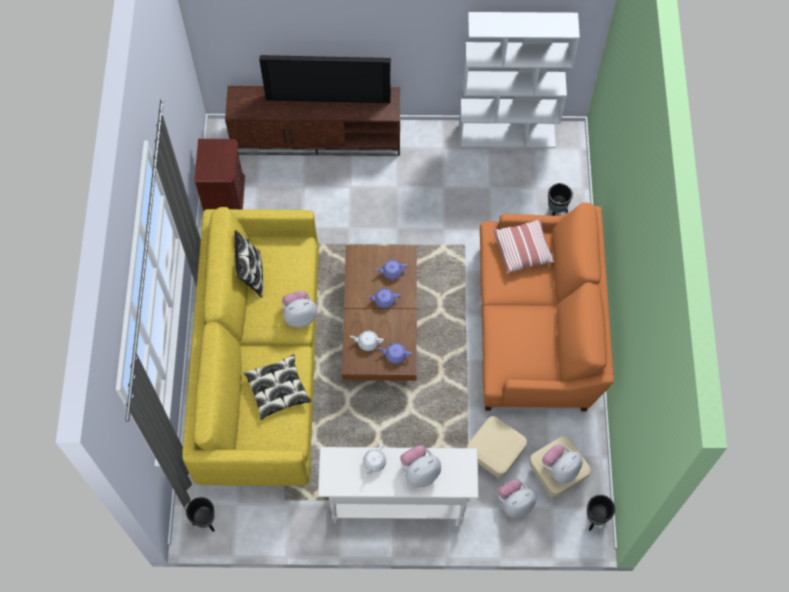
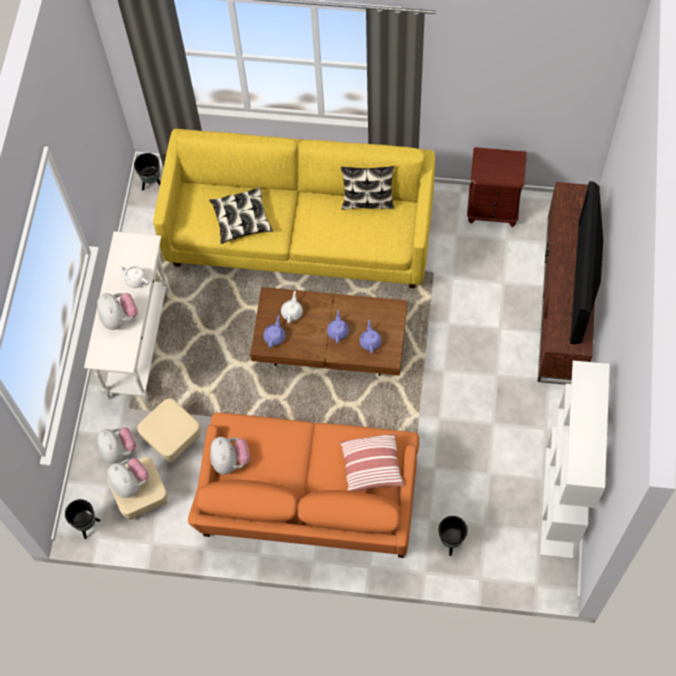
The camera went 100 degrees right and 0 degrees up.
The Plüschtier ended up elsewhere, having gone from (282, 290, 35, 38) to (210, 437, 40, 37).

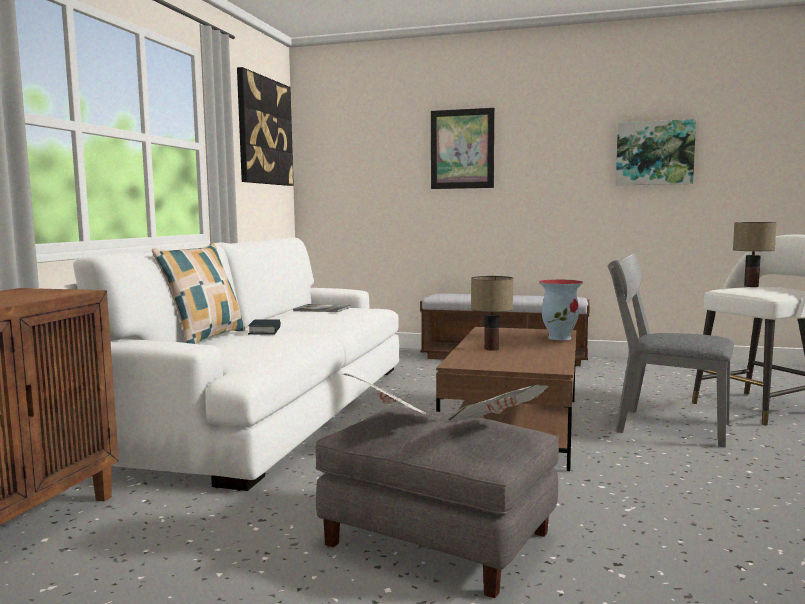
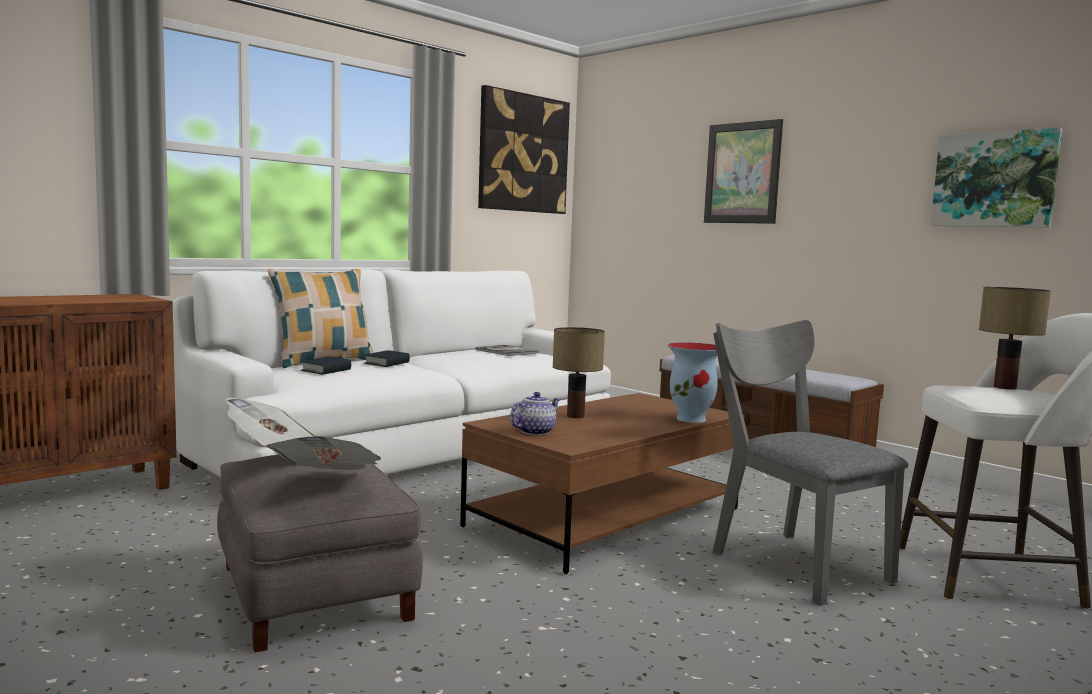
The camera went 30 degrees right and 0 degrees up.
The second view gained the Buch at (301, 356, 50, 19).
The second view gained the Teekanne at (510, 392, 50, 43).

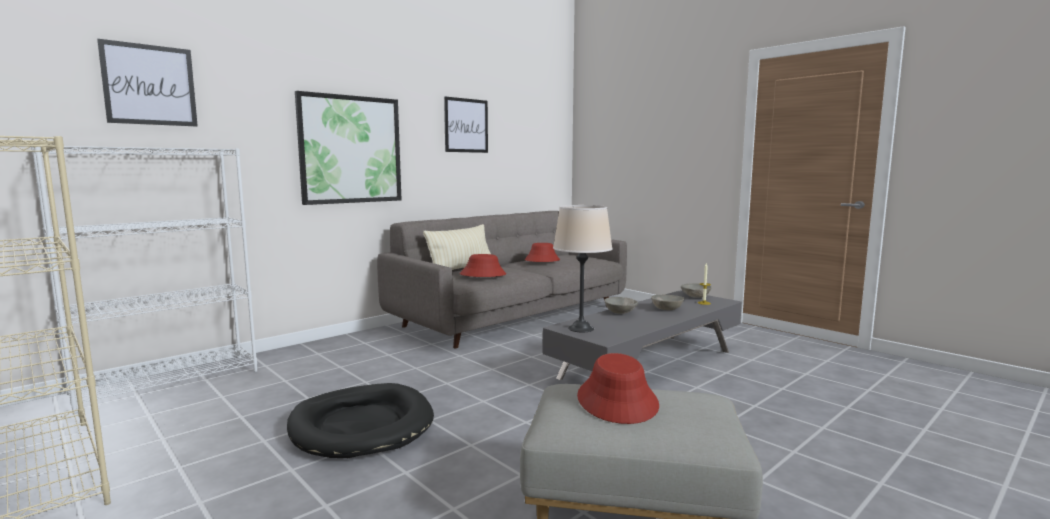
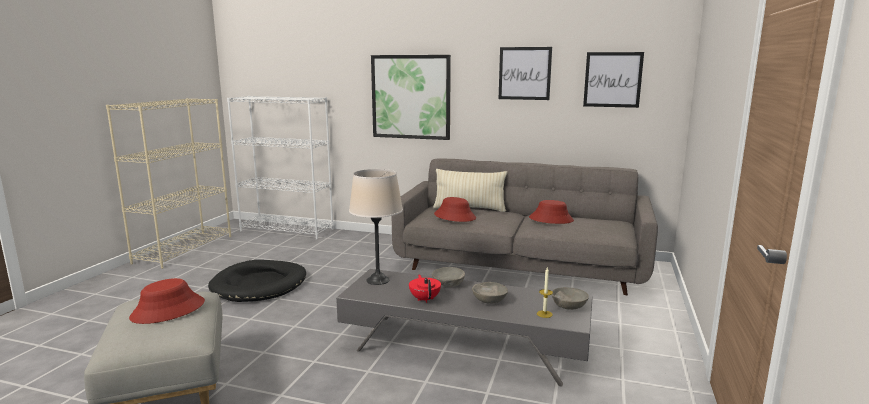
The camera went 60 degrees right and 5 degrees up.
The second view gained the Teekanne/rot at (409, 274, 32, 29).
The Bild ended up elsewhere, having gone from (97, 39, 101, 88) to (583, 52, 61, 56).

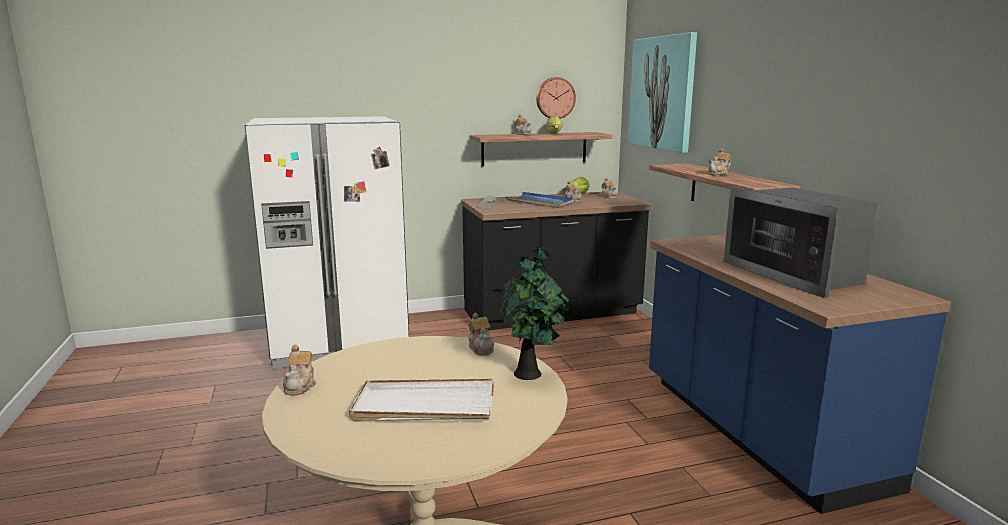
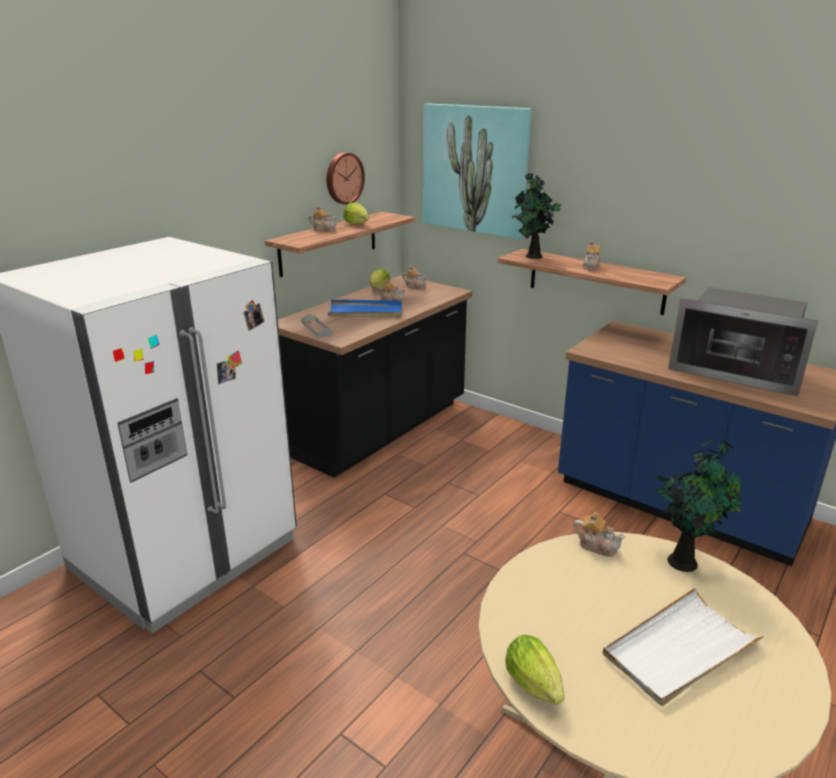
The camera went 35 degrees left and 10 degrees up.
Where the Teekanne stood at (283, 345, 33, 50), the Salatkopf came to stand at (505, 635, 59, 70).
The second view gained the Topfpflanze at (511, 173, 51, 86).

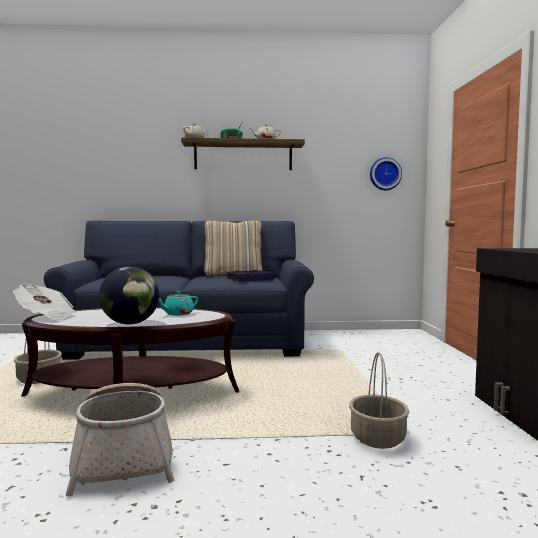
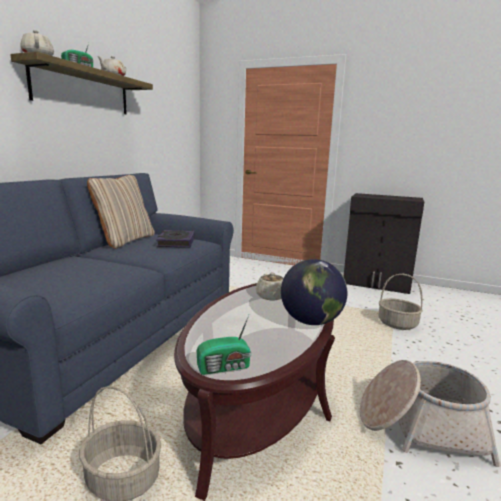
The camera went 65 degrees left and 10 degrees up.
Where the Zeitung stood at (13, 284, 64, 37), the Radio came to stand at (197, 313, 54, 62).
What was the Teekanne/türkis at (159, 291, 39, 25) turned into the Teekanne/beige at (256, 272, 28, 28).
The second view lost the Wanduhr at (370, 157, 32, 33).

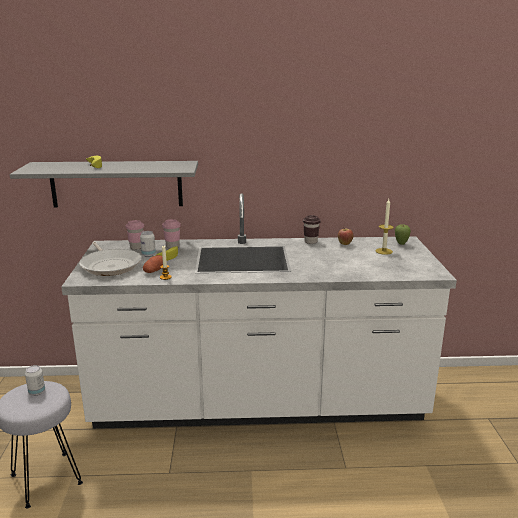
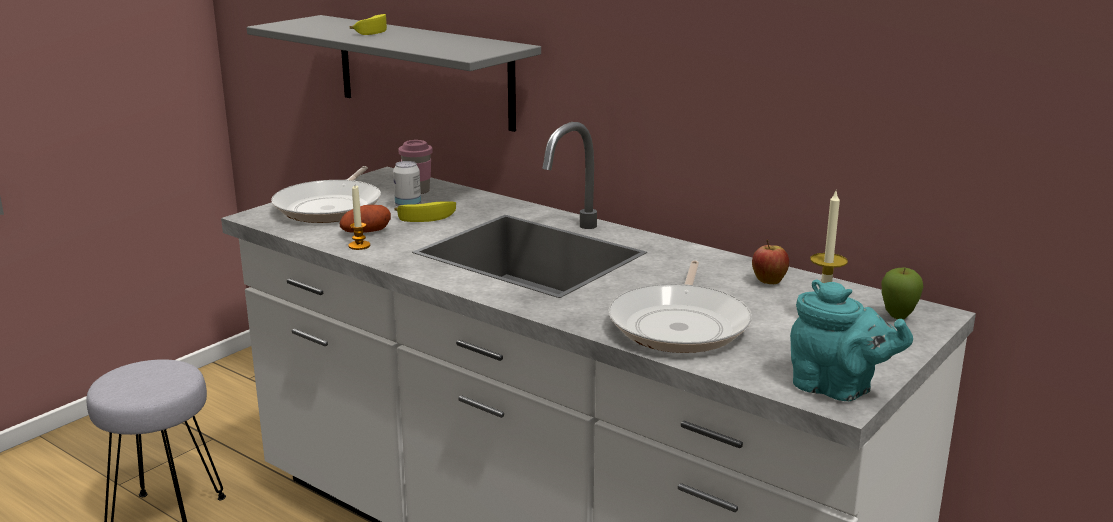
The camera went 40 degrees right and 0 degrees up.
The second view gained the Pfanne at (608, 260, 144, 93).
The second view gained the Teekanne/türkis at (790, 279, 123, 122).
The second view lost the Dose at (25, 365, 20, 31).
The second view lost the Tasse/rosa at (162, 219, 19, 29).
The second view lost the Tasse/braun at (303, 215, 18, 29).

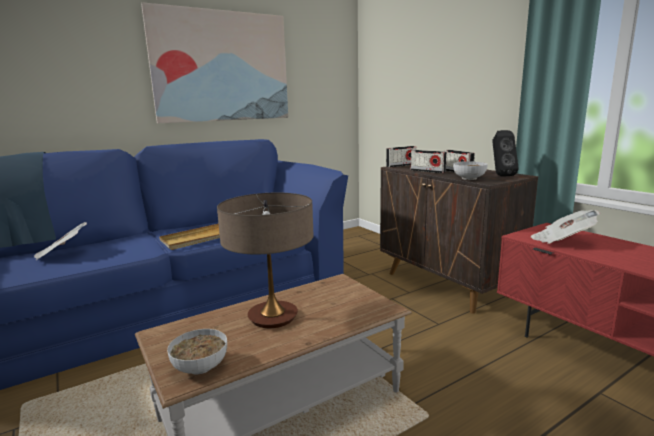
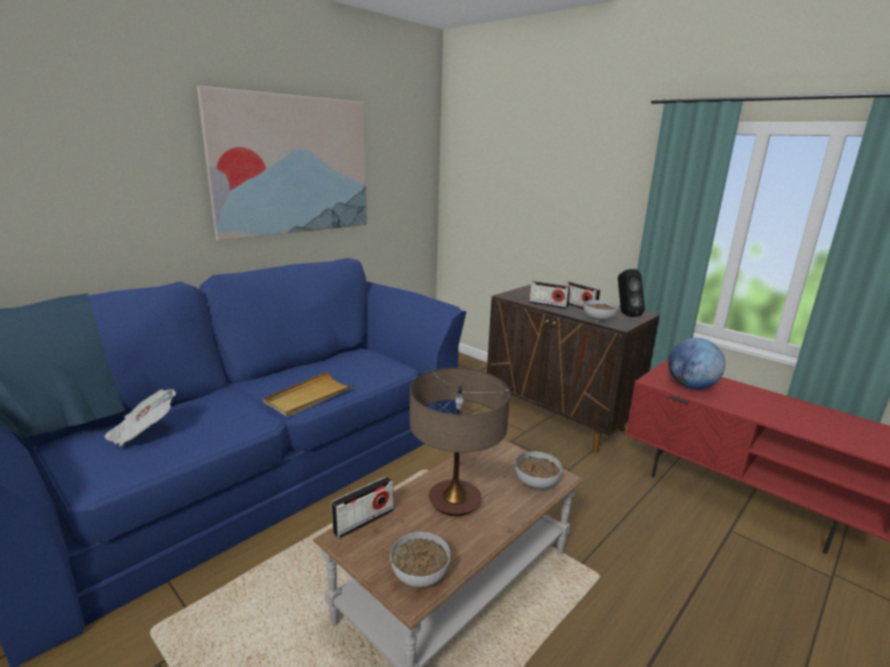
The camera went 15 degrees left and 5 degrees up.
The Radio ended up elsewhere, having gone from (386, 146, 30, 21) to (331, 476, 63, 63).
The second view gained the Schüssel at (515, 452, 47, 37).
Where the Zeitung stood at (531, 210, 70, 34), the Globus came to stand at (668, 338, 57, 51).

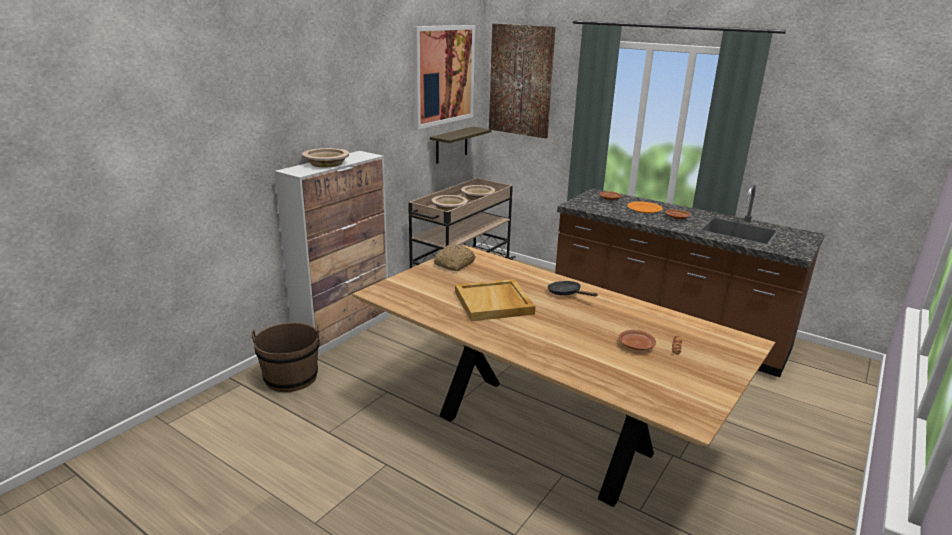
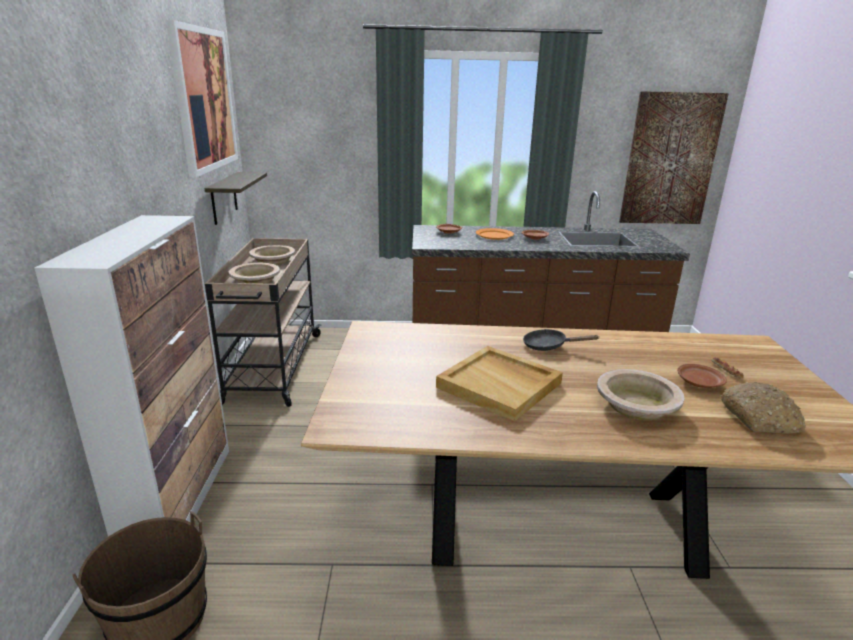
The camera went 35 degrees left and 0 degrees up.
The Schüssel/beige ended up elsewhere, having gone from (302, 148, 47, 19) to (597, 369, 88, 51).
The Bild ended up elsewhere, having gone from (489, 24, 67, 114) to (619, 91, 110, 133).
The Brot ended up elsewhere, having gone from (434, 244, 41, 27) to (721, 382, 85, 52).

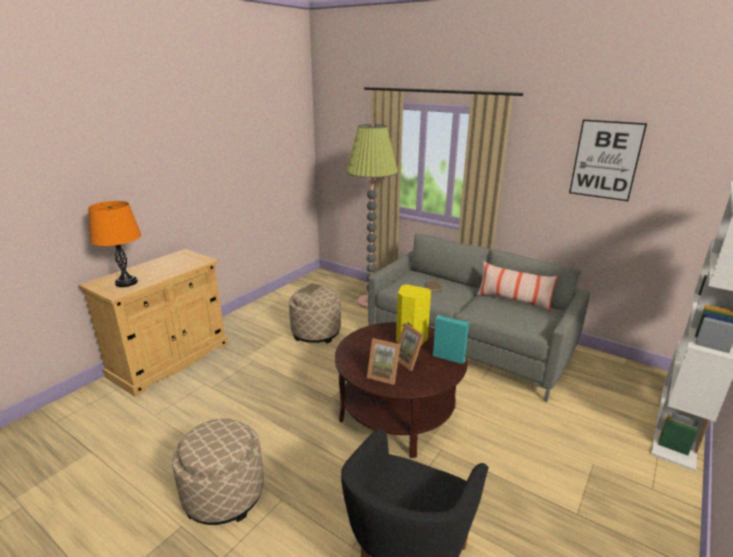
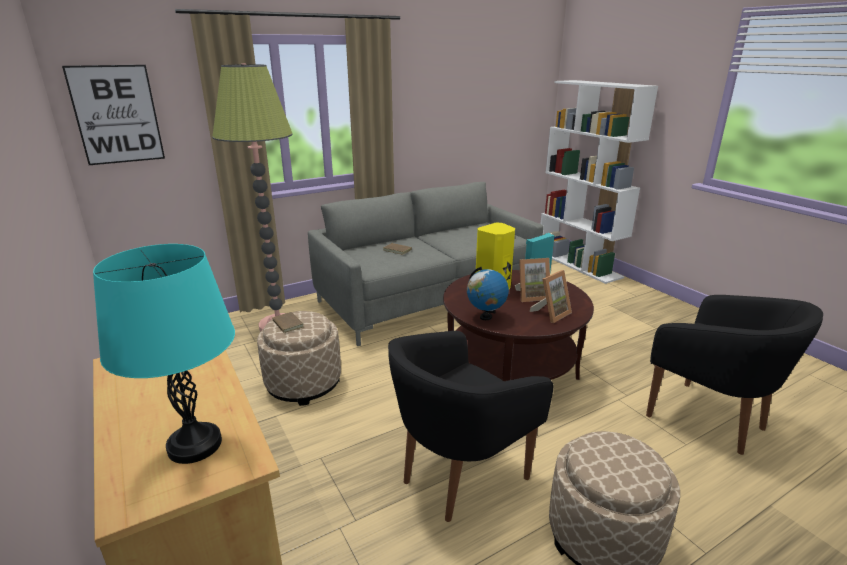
The camera went 65 degrees left and 0 degrees up.
The Bild ended up elsewhere, having gone from (569, 119, 78, 82) to (62, 65, 103, 100).
What was the Tischlampe/orange at (88, 201, 53, 86) turned into the Tischlampe/türkis at (93, 244, 142, 220).
The second view gained the Sessel/schwarz at (388, 331, 165, 191).
The second view gained the Globus at (467, 267, 42, 53).
The second view lost the Kissen at (477, 261, 81, 50).

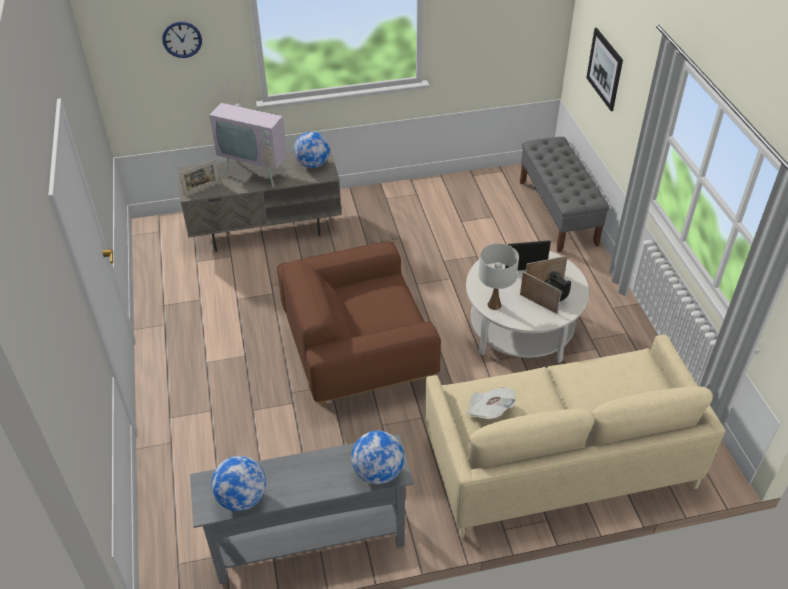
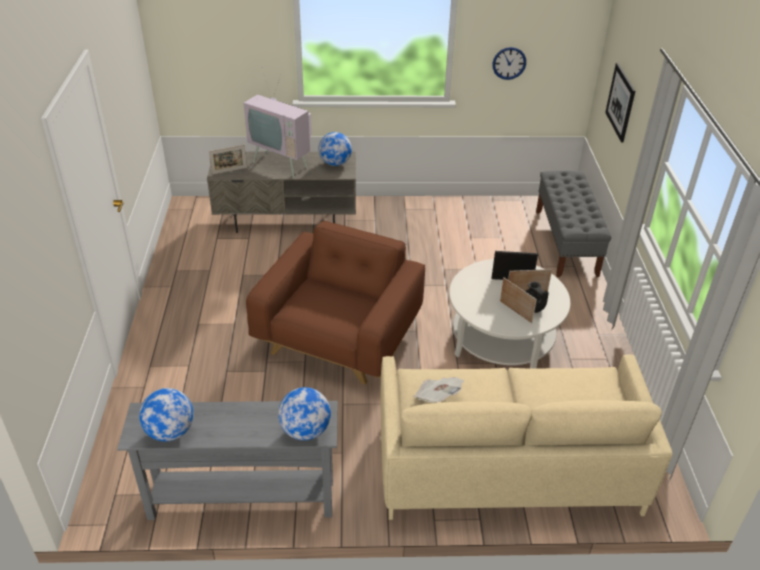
The camera went 10 degrees right and 5 degrees down.
The Sessel/braun at (277, 241, 164, 164) ended up facing another way, 120 degrees clockwise from before.
The Wanduhr ended up elsewhere, having gone from (162, 22, 40, 36) to (492, 47, 34, 33).
The second view lost the Tischlampe/weiß at (479, 243, 40, 67).

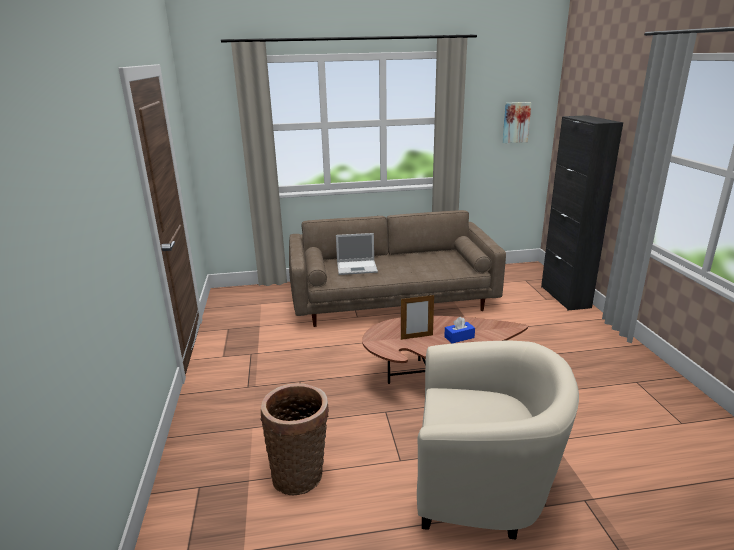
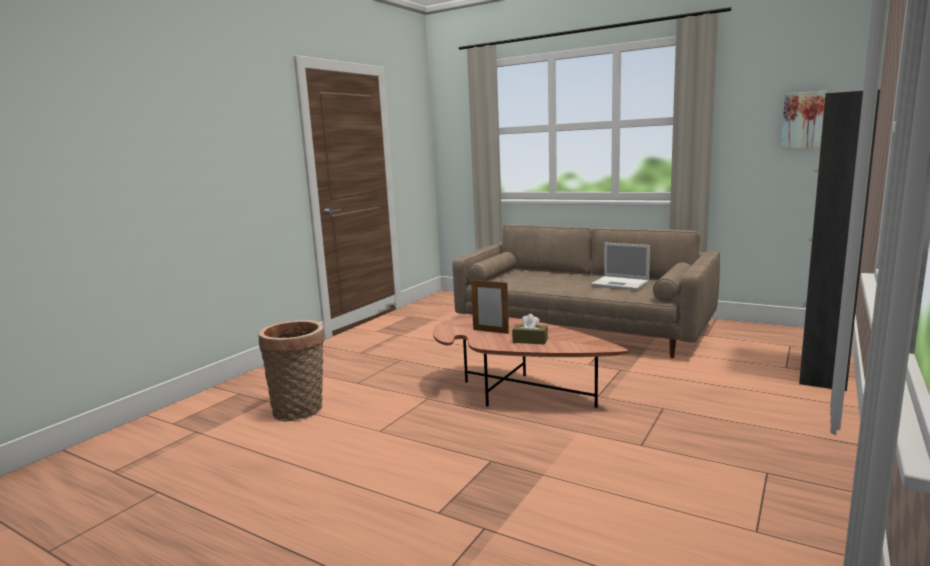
The camera went 40 degrees right and 10 degrees down.
What was the Taschentuchbox/blau at (444, 317, 31, 26) turned into the Taschentuchbox/braun at (512, 314, 36, 31).
The Laptop ended up elsewhere, having gone from (336, 233, 42, 42) to (591, 243, 59, 47).
The second view lost the Sessel/beige at (417, 341, 162, 199).

